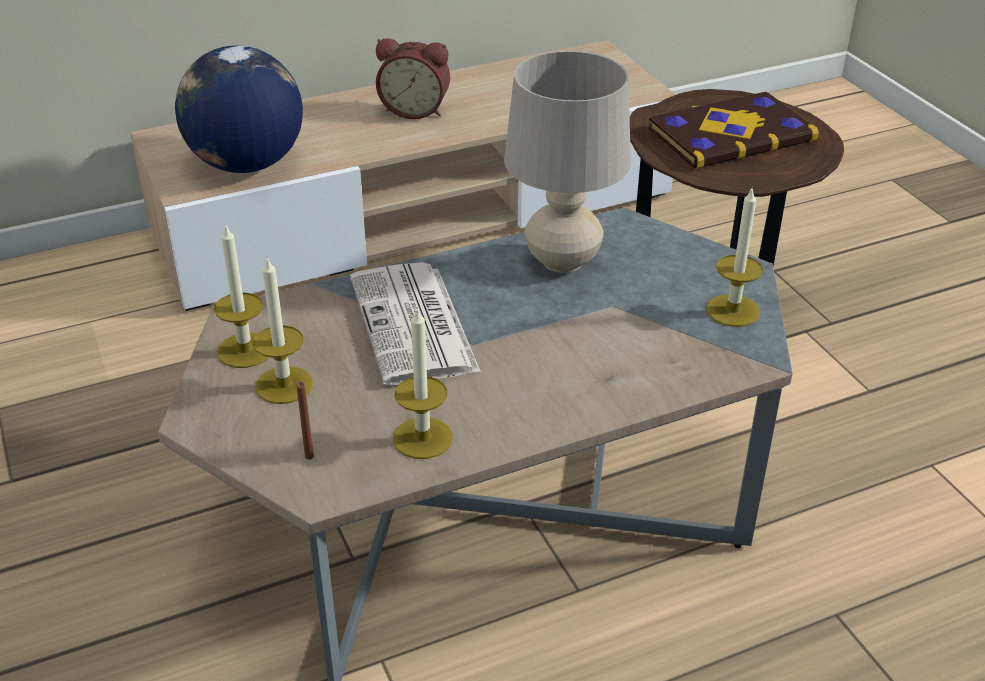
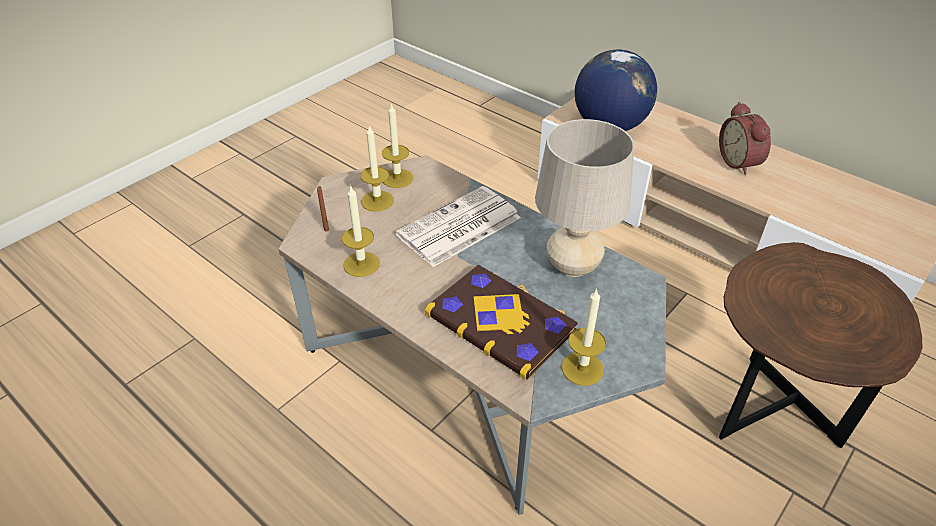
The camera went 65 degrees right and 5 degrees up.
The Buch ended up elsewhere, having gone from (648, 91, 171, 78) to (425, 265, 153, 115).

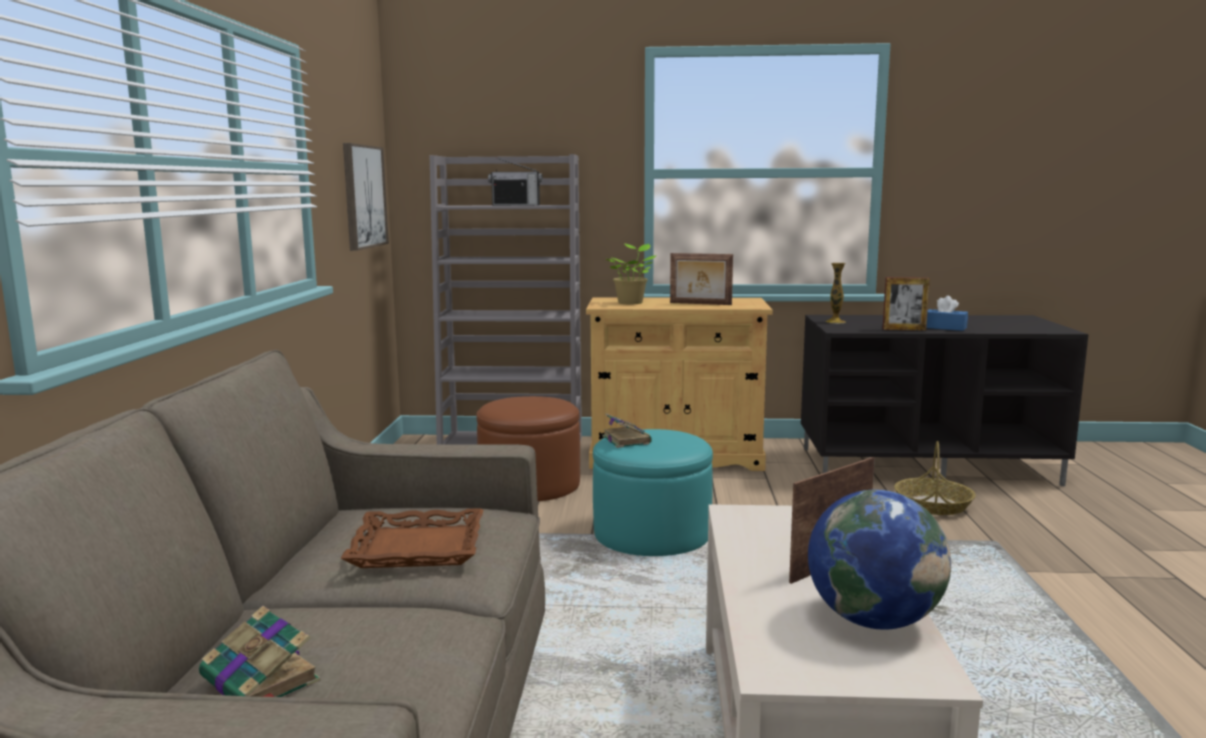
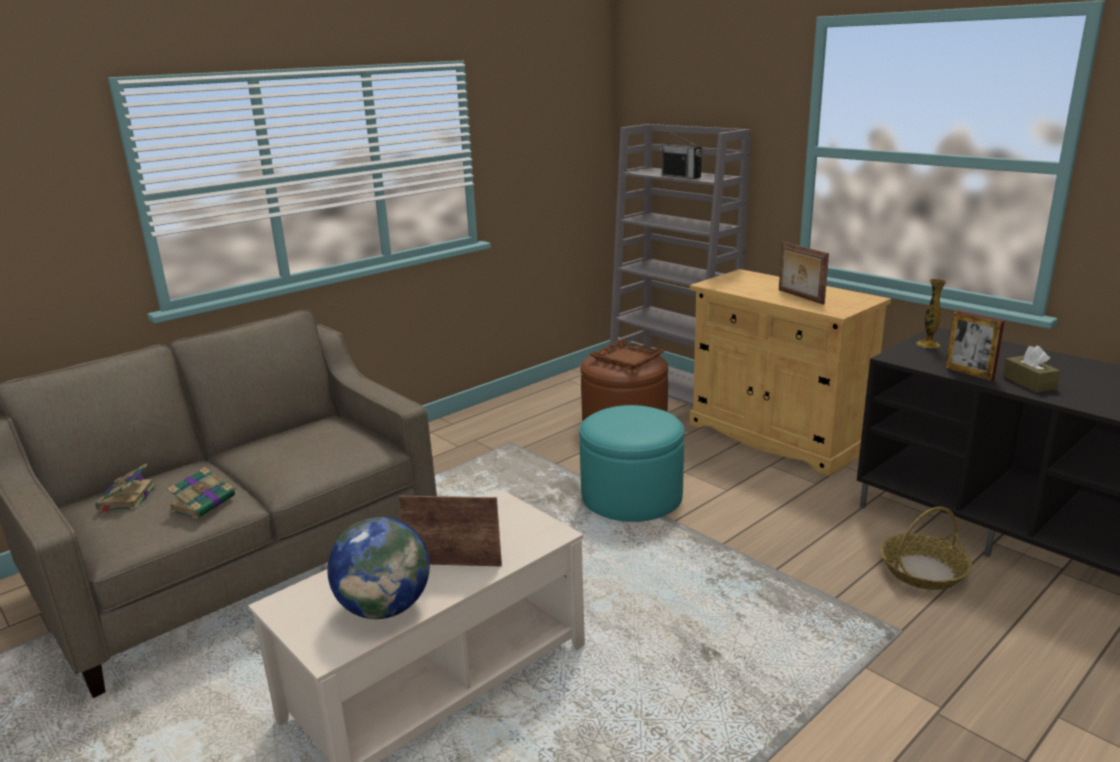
The camera went 45 degrees right and 10 degrees up.
The Buch ended up elsewhere, having gone from (602, 413, 50, 35) to (167, 467, 69, 52).
The Tablett/braun ended up elsewhere, having gone from (340, 508, 143, 60) to (590, 339, 75, 31).
What was the Taschentuchbox/blau at (926, 296, 42, 35) turned into the Taschentuchbox/braun at (1003, 345, 57, 48).
The second view lost the Bild at (343, 143, 46, 108).
The second view lost the Topfpflanze at (606, 244, 51, 60).

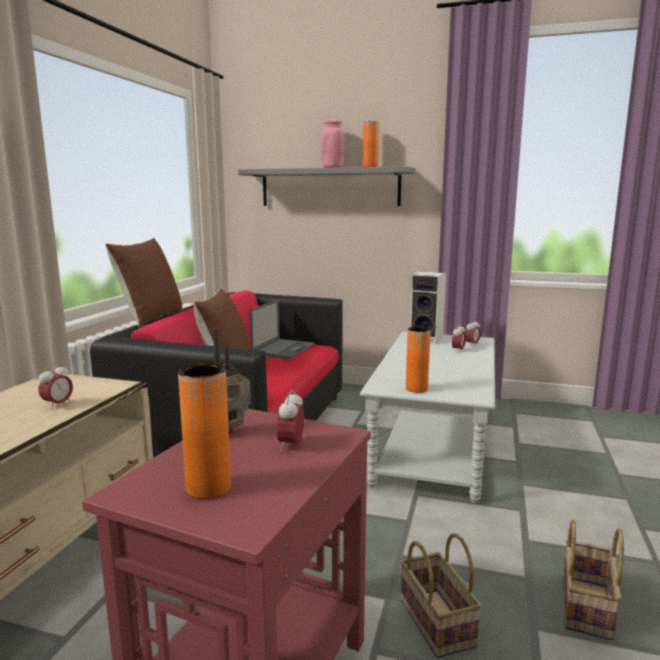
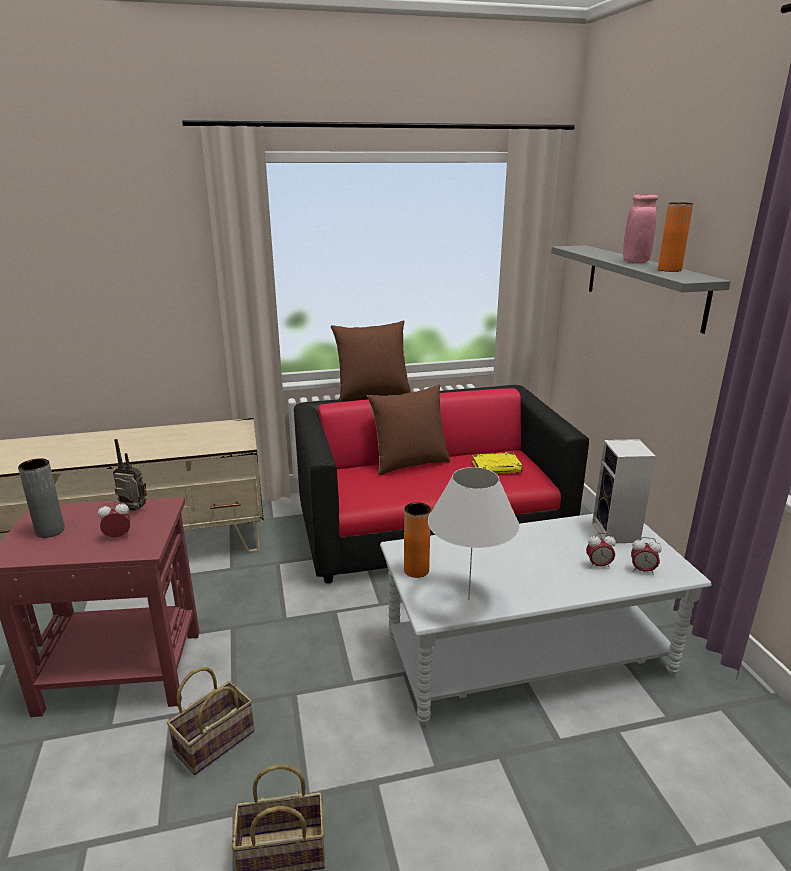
The camera went 60 degrees right and 10 degrees up.
What was the Vase/orange at (178, 363, 53, 136) turned into the Vase/grau at (18, 458, 47, 80).
The second view gained the Tischlampe/weiß at (428, 467, 91, 133).
Where the Laptop stood at (249, 300, 66, 59), the Buch/gelb came to stand at (472, 453, 51, 21).
The second view lost the Wecker at (38, 363, 35, 46).

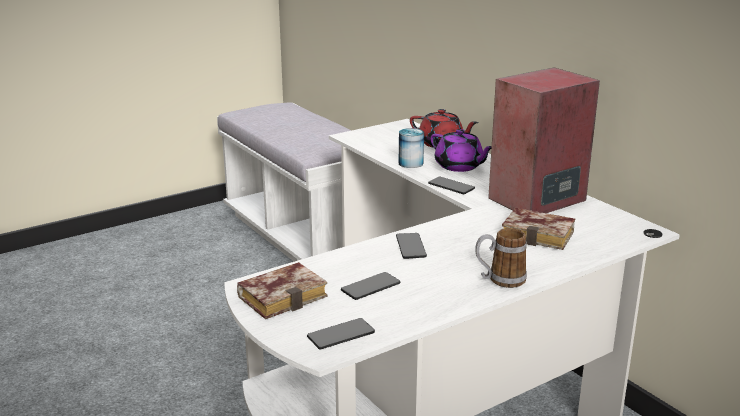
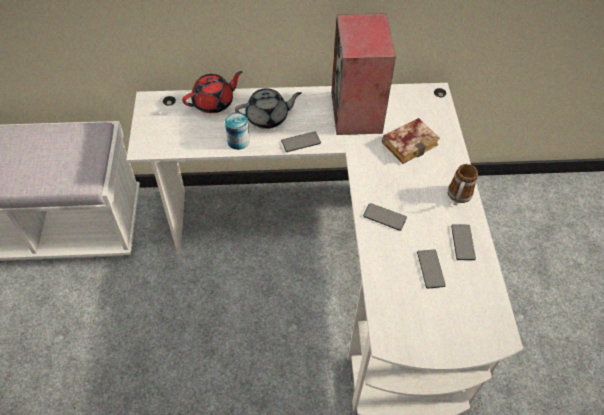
The camera went 60 degrees left and 30 degrees up.
What was the Teekanne/lila at (431, 129, 61, 43) turned into the Teekanne/grau at (235, 88, 67, 41).
The Handy ended up elsewhere, having gone from (307, 318, 68, 32) to (451, 224, 25, 36).
The second view lost the Buch at (237, 262, 91, 57).

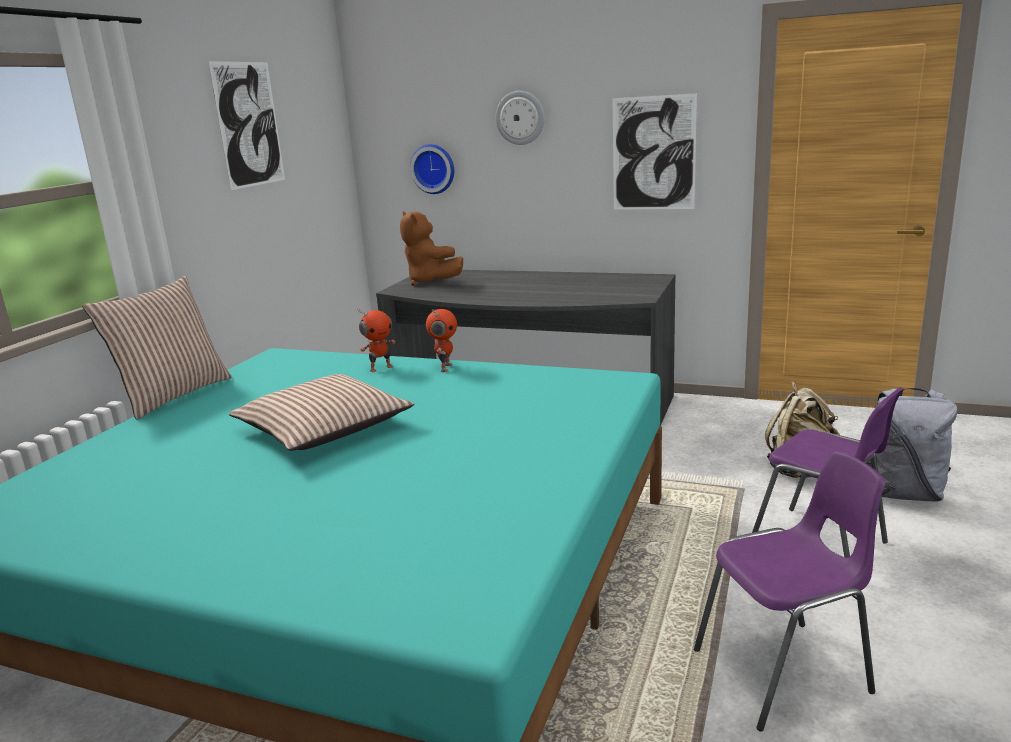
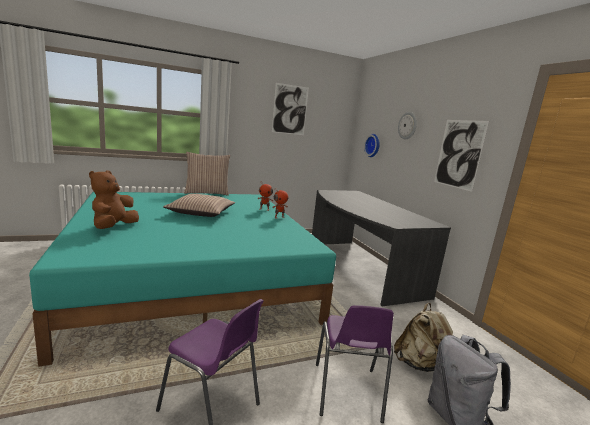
The camera went 45 degrees right and 5 degrees down.
The Plüschtier/braun ended up elsewhere, having gone from (400, 211, 63, 75) to (89, 170, 50, 59).

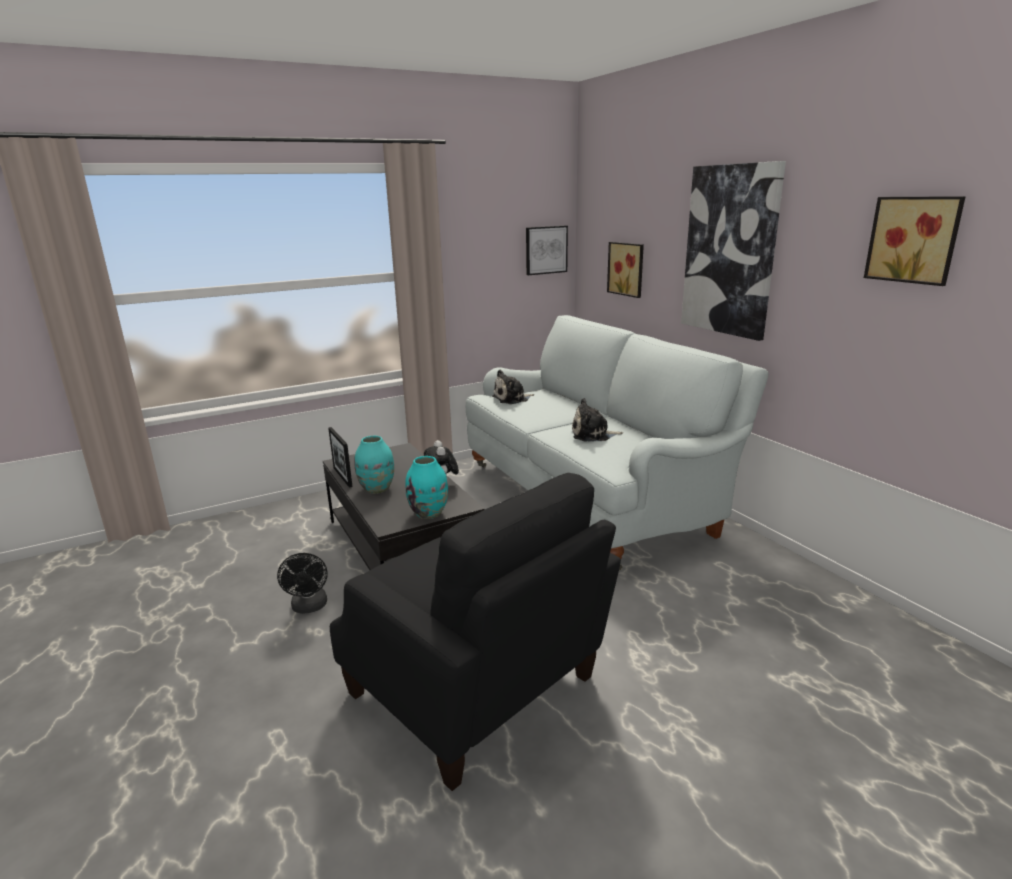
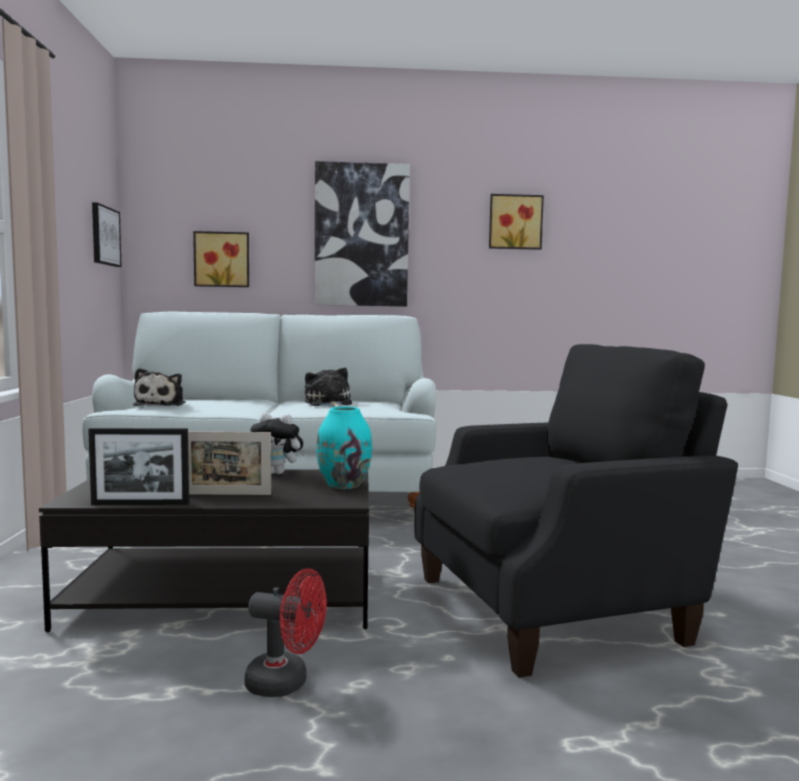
The camera went 65 degrees left and 15 degrees down.
Where the Vase/türkis stood at (355, 436, 39, 58), the Bilderrahmen came to stand at (188, 431, 83, 64).
What was the Ventilator/schwarz at (277, 553, 51, 61) turned into the Ventilator/rot at (245, 568, 82, 129).
The Plüschtier at (572, 398, 51, 43) ended up facing another way, 135 degrees clockwise from before.

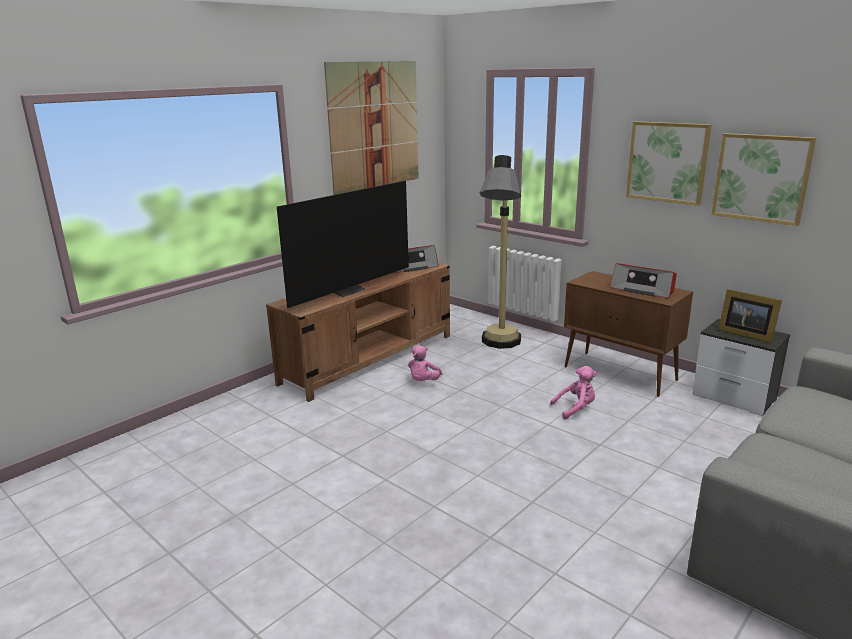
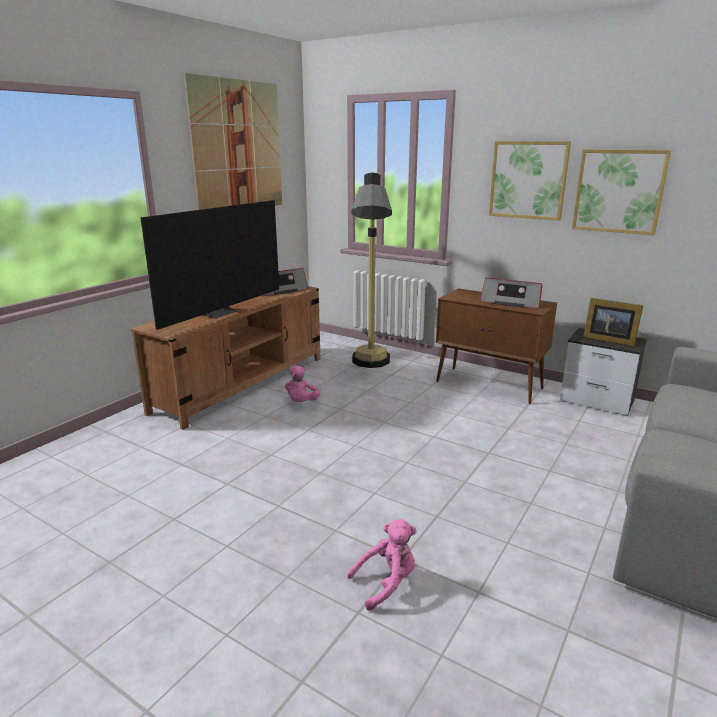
The camera went 10 degrees left and 0 degrees up.
The Plüschtier/rosa ended up elsewhere, having gone from (550, 366, 47, 54) to (347, 519, 70, 92).

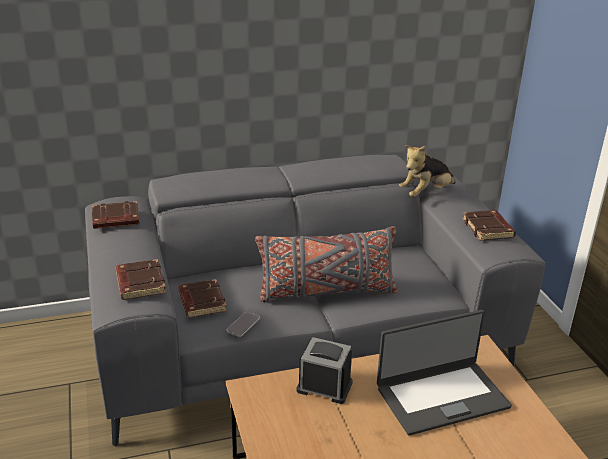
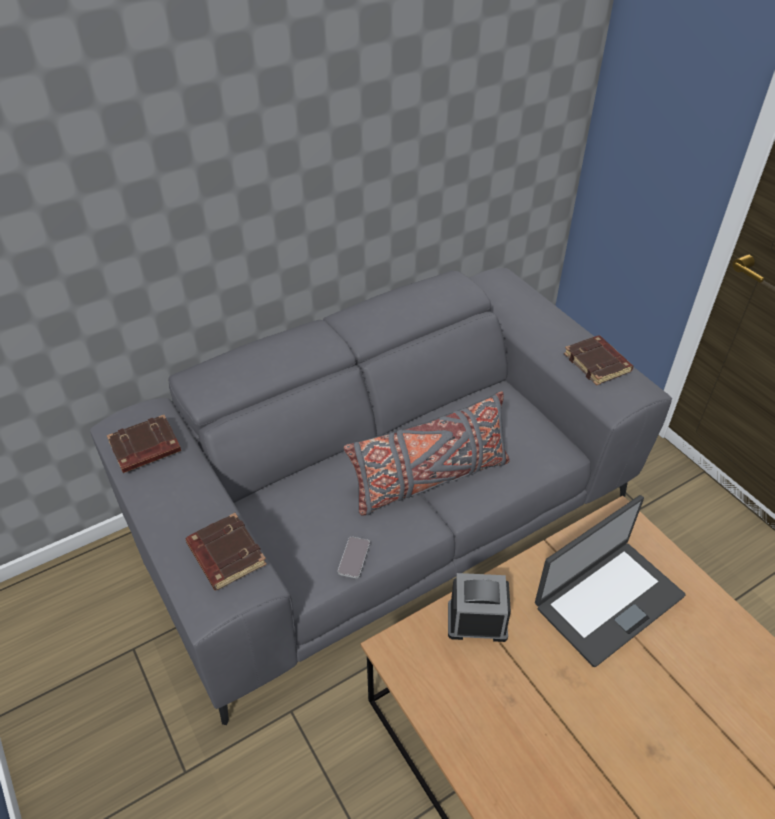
The camera went 15 degrees left and 15 degrees up.
The second view lost the Buch/braun at (178, 279, 49, 39).
The second view lost the Plüschtier at (399, 145, 57, 52).

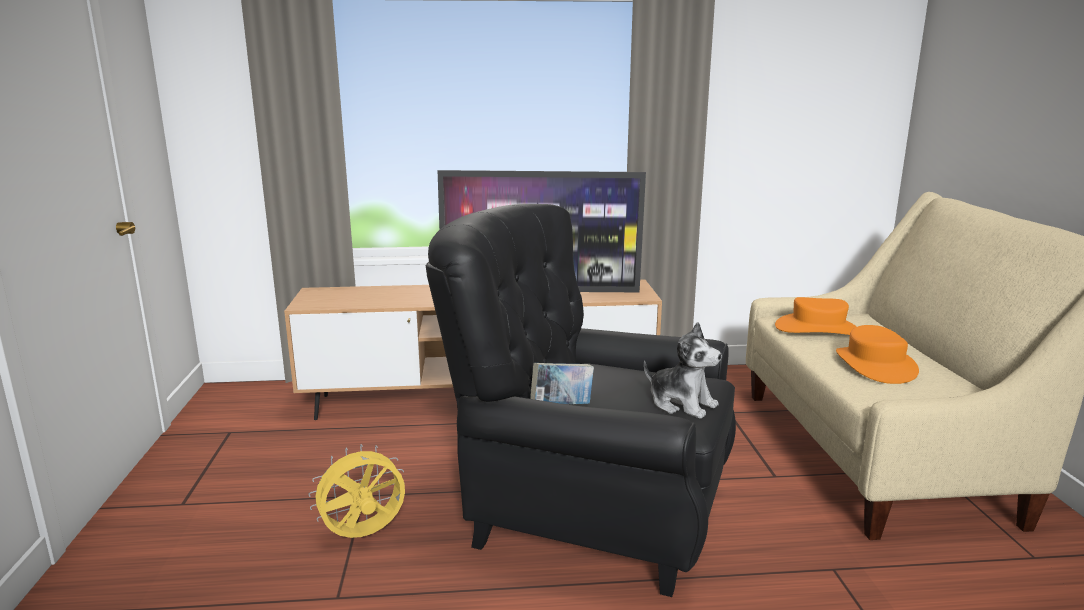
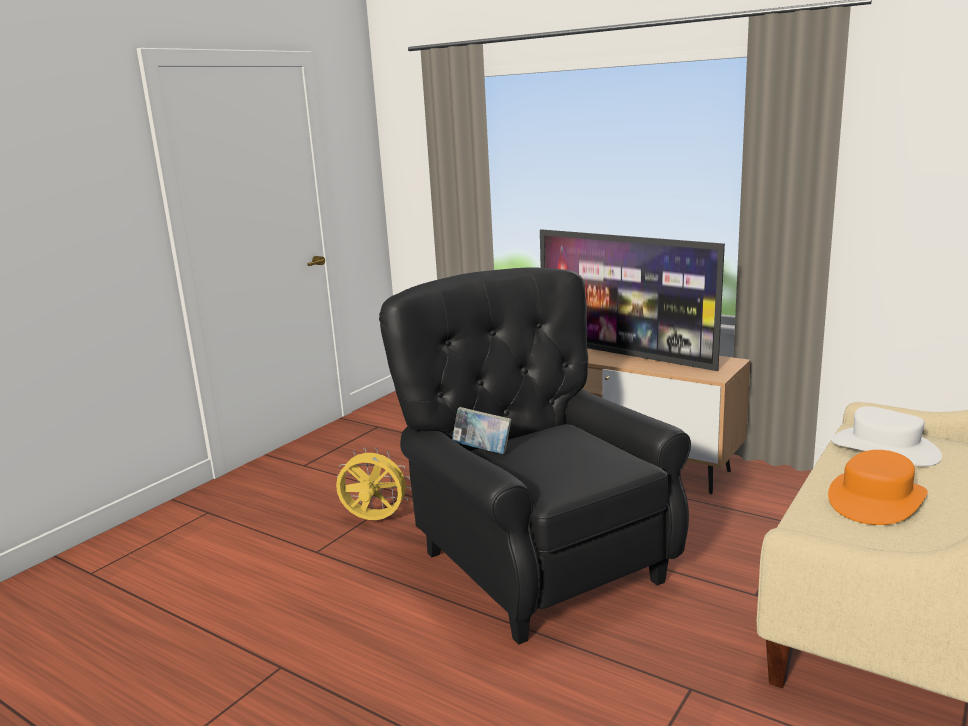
The camera went 40 degrees right and 0 degrees up.
What was the Hut/orange at (775, 297, 82, 38) turned into the Hut/weiß at (831, 406, 111, 60).
The second view lost the Plüschtier at (644, 322, 78, 97).

